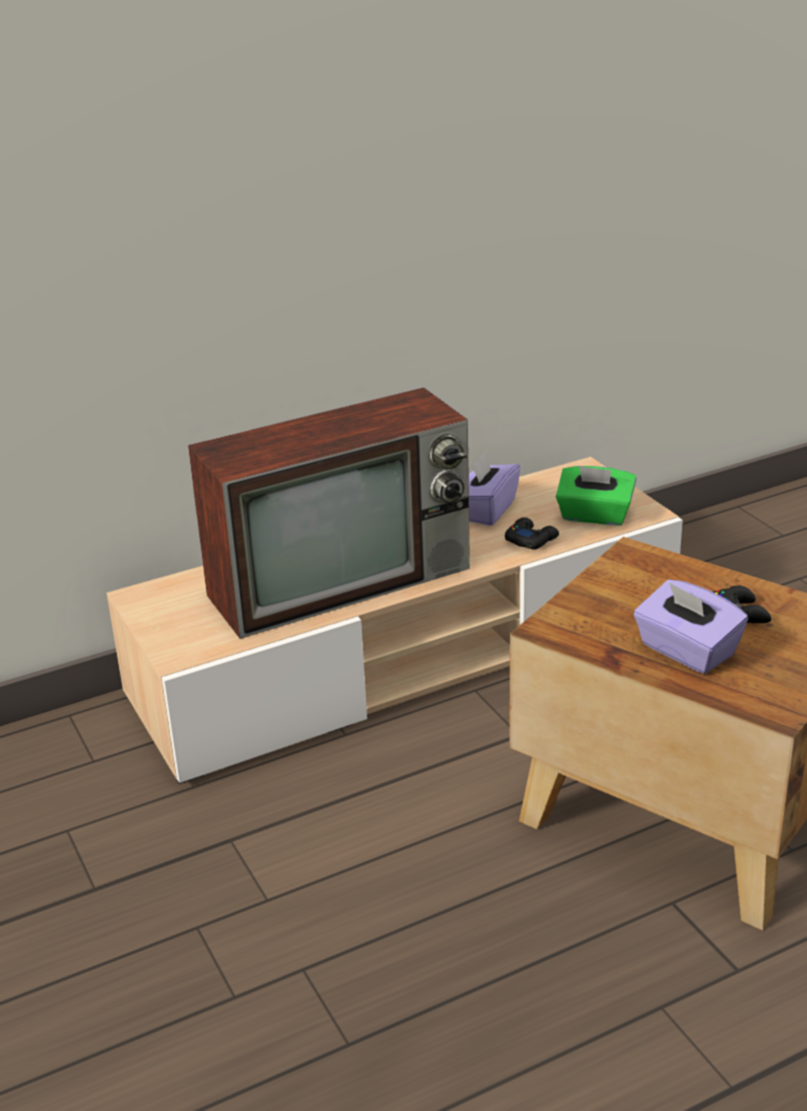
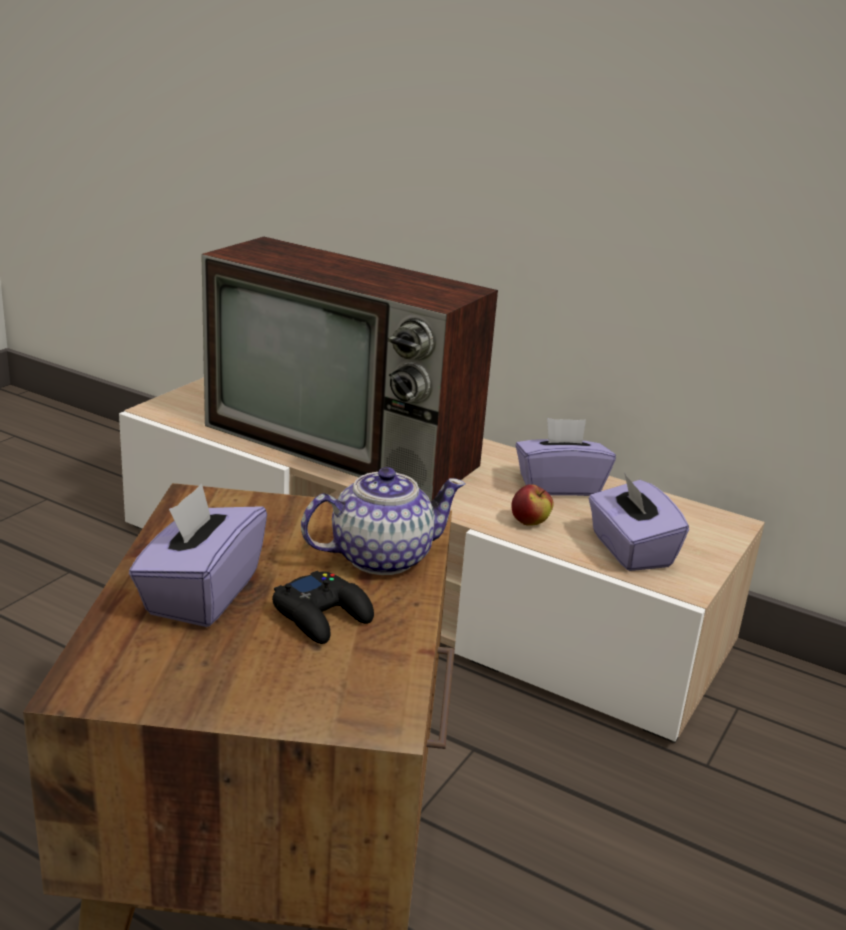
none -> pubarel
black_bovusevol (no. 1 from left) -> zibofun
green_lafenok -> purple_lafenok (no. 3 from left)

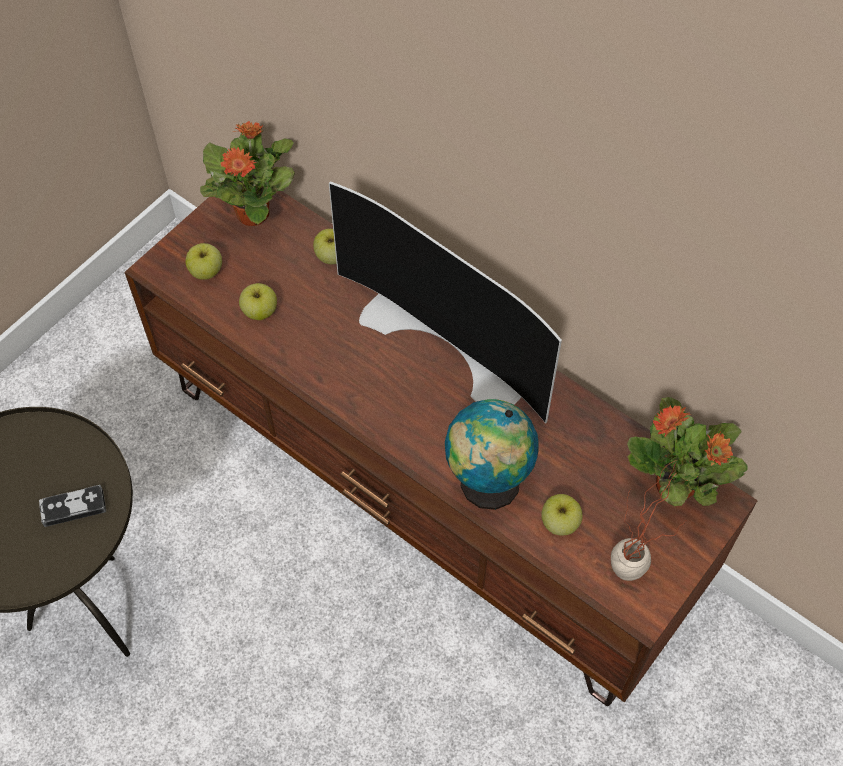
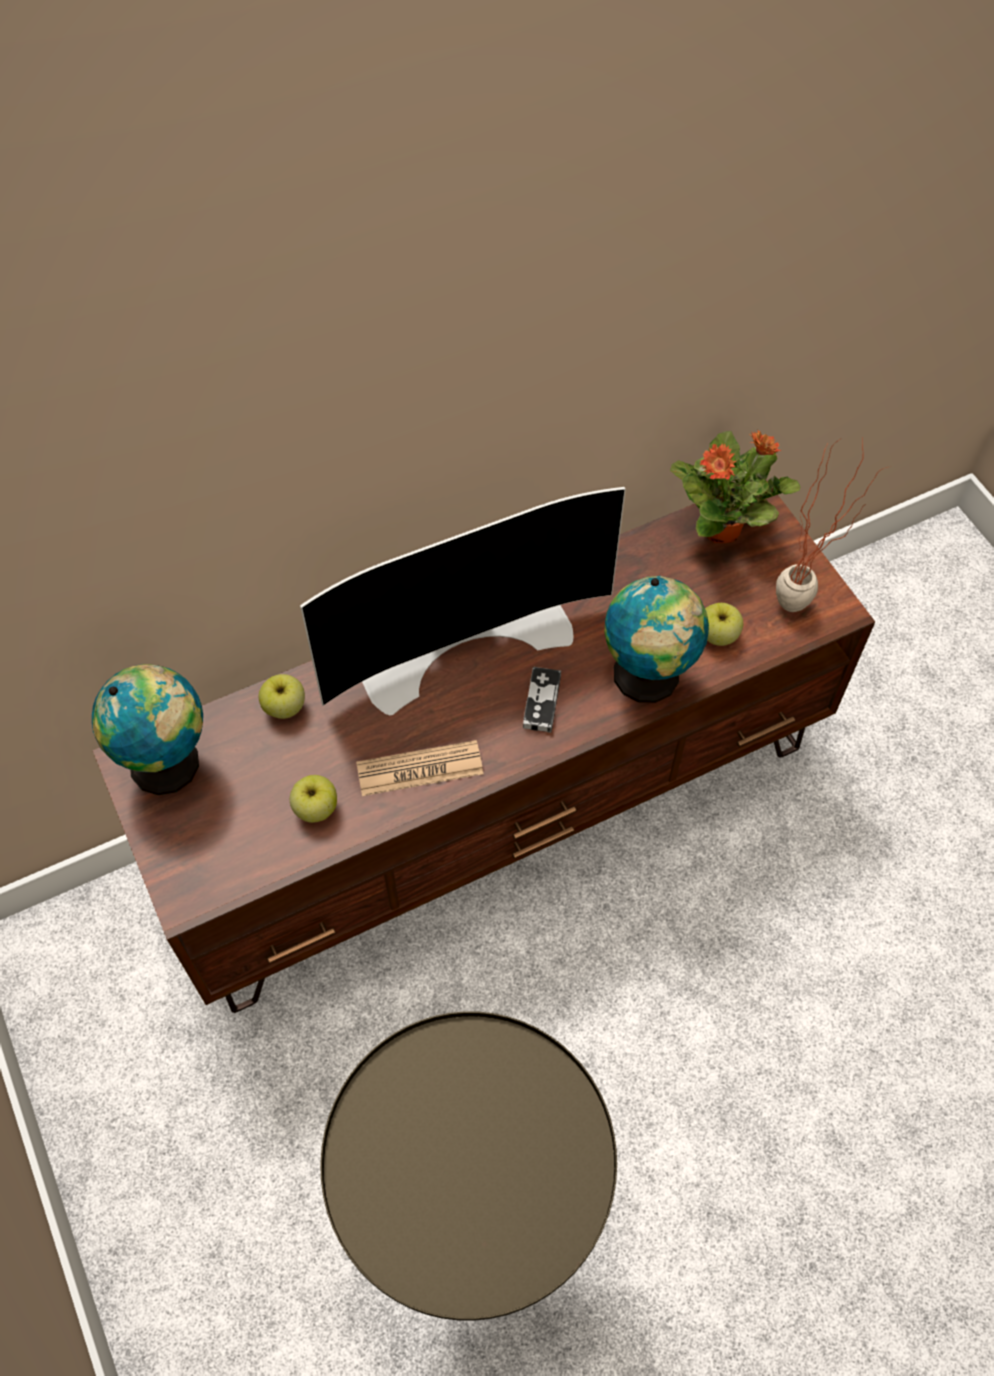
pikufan (no. 1 from left) -> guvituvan (no. 1 from left)
none -> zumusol
bovusevol, shifted
zibofun (no. 1 from left) -> none

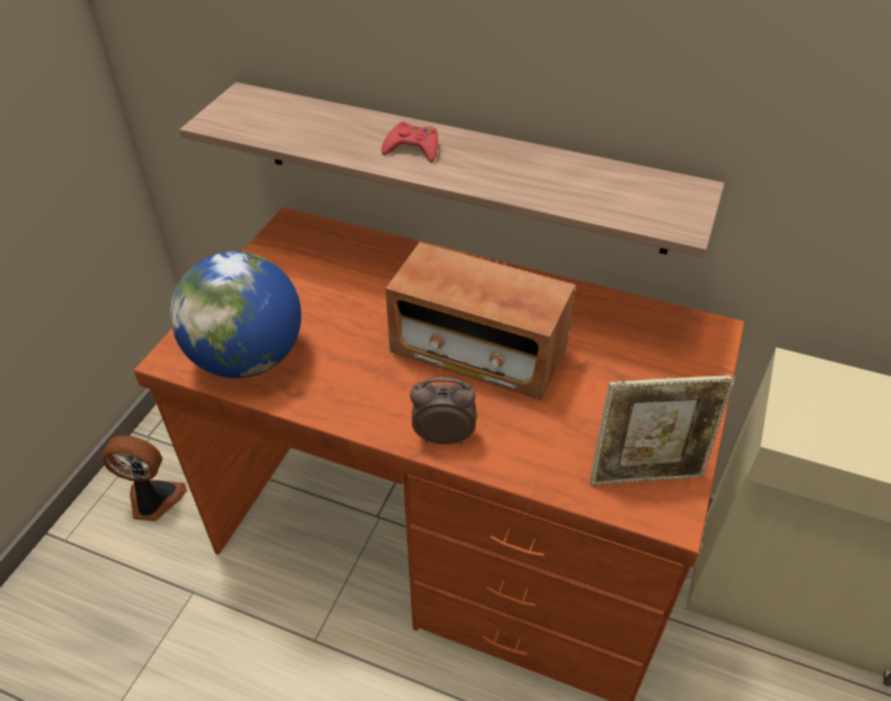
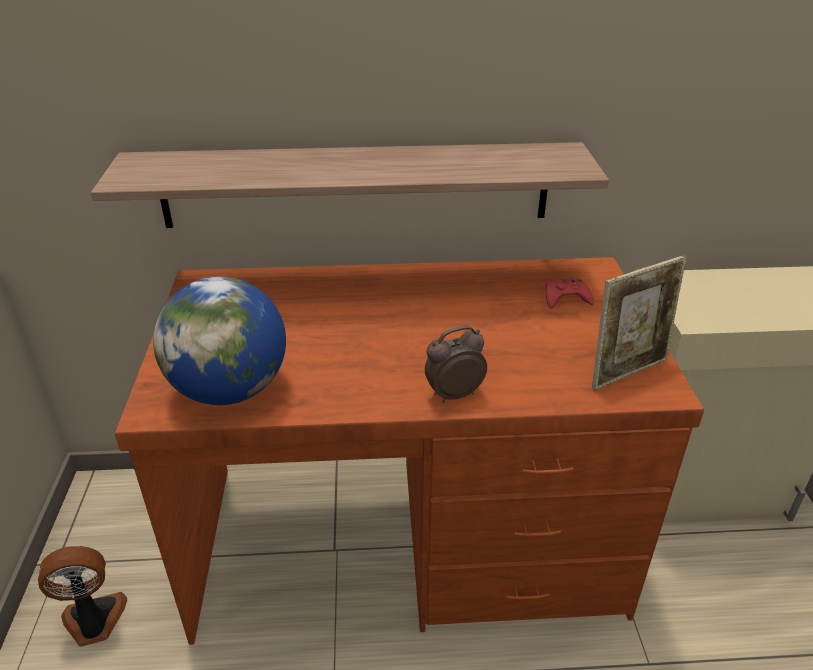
red_bovusevol, shifted
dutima -> none

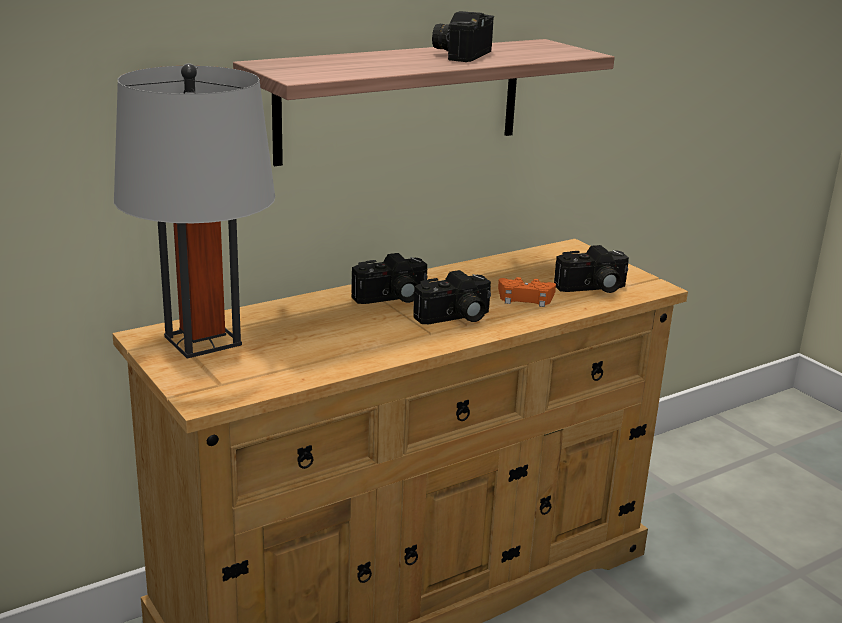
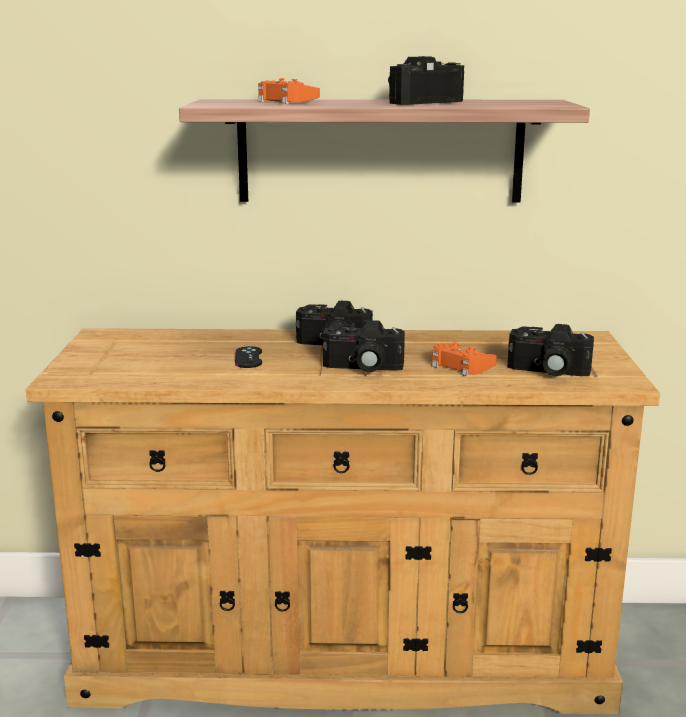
none -> black_bovusevol
none -> orange_bovusevol (no. 1 from left)
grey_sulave -> none

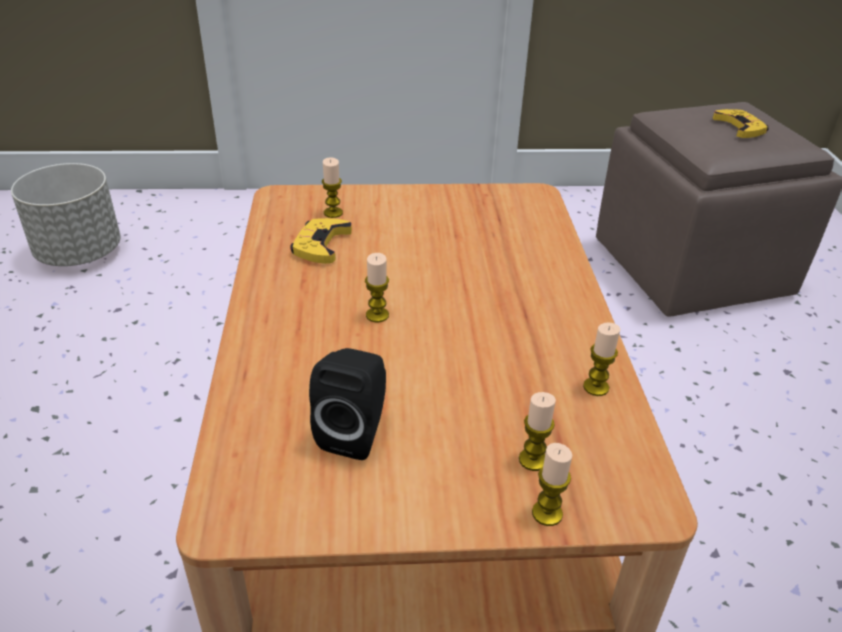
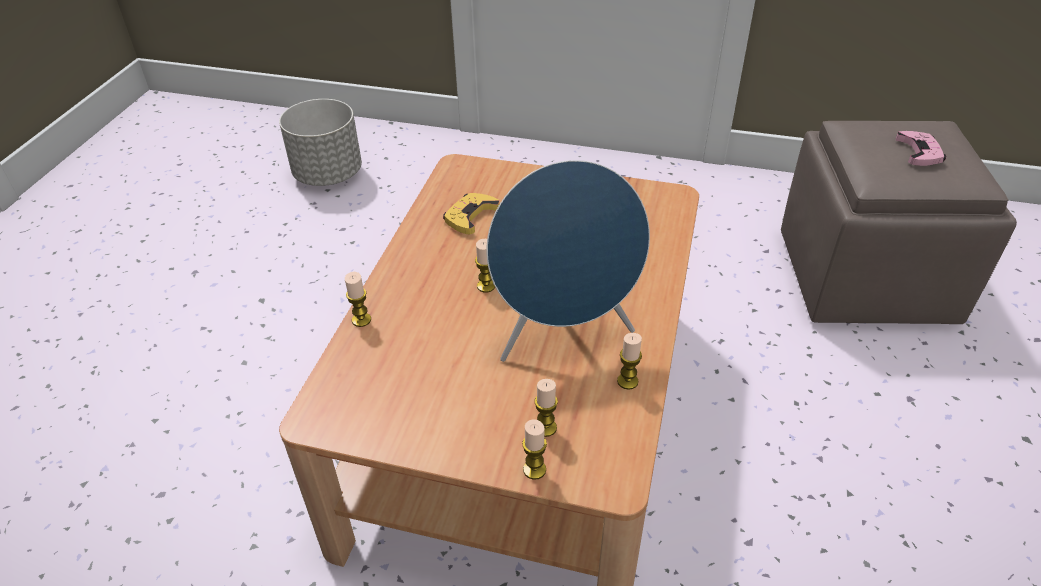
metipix (no. 1 from left), shifted
none -> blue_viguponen
yellow_bovusevol (no. 2 from left) -> pink_bovusevol
black_viguponen -> none

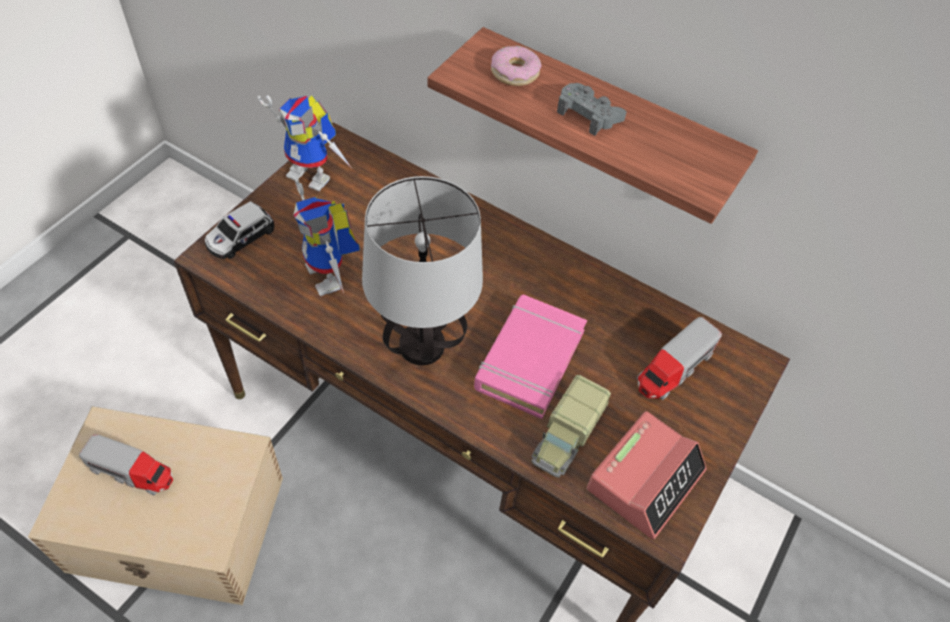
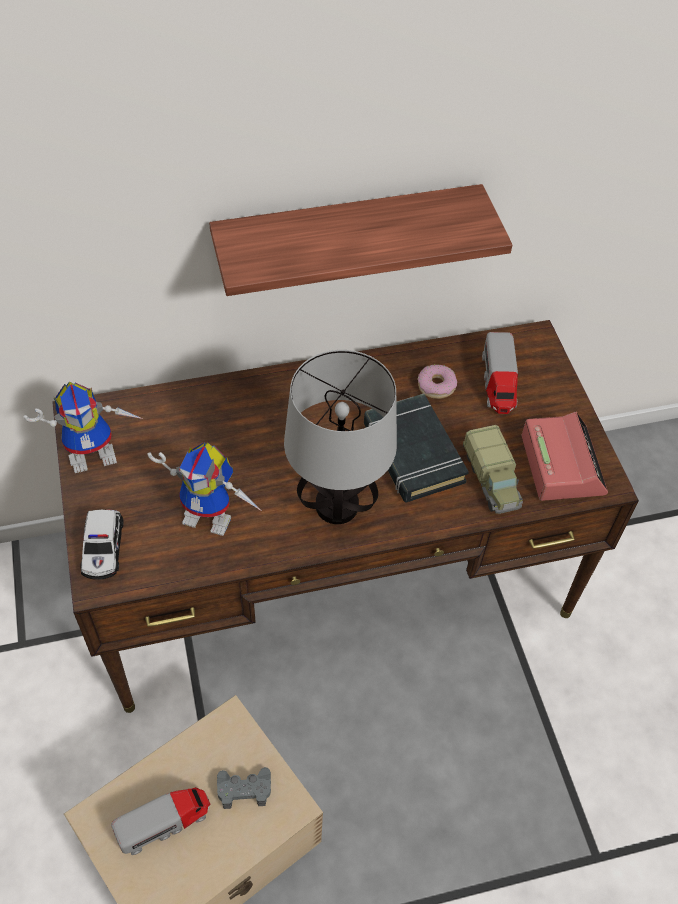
grey_bovusevol, shifted
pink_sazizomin -> black_sazizomin
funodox, shifted

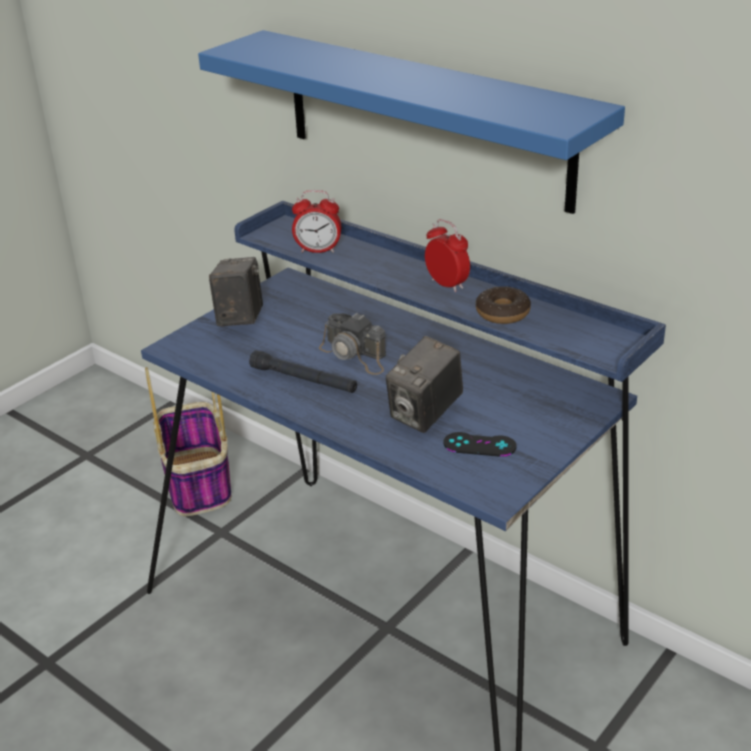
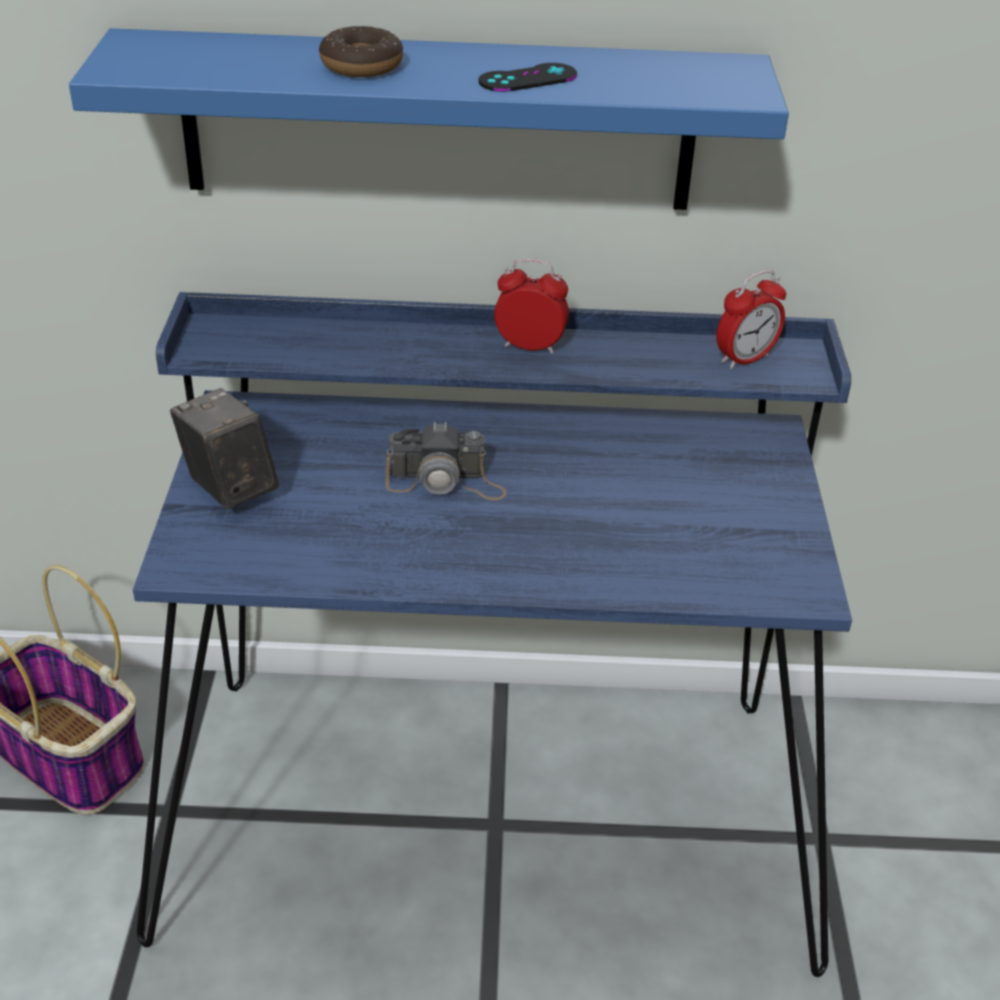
funodox, shifted
black_bovusevol, shifted
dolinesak (no. 1 from left in the first image) -> dolinesak (no. 2 from left), shifted
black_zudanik -> none
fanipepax (no. 3 from left) -> none

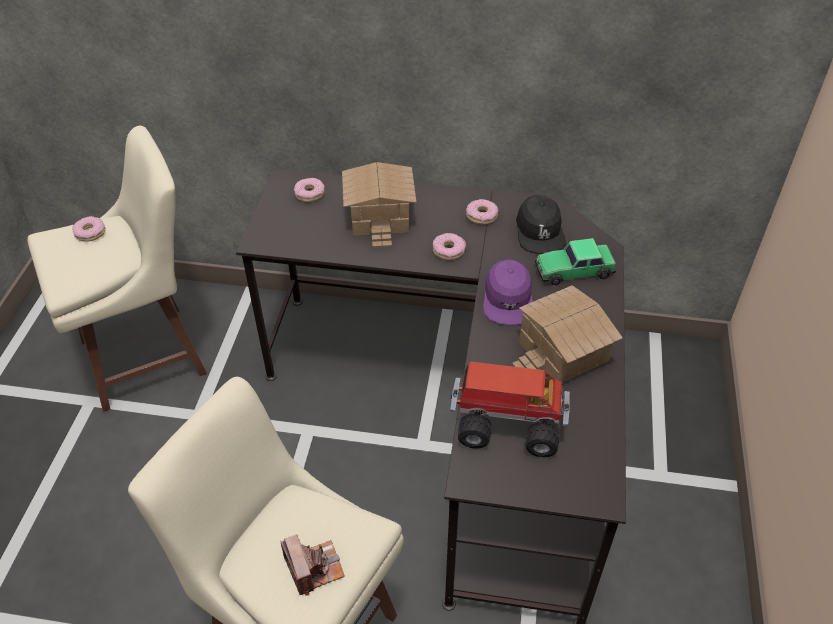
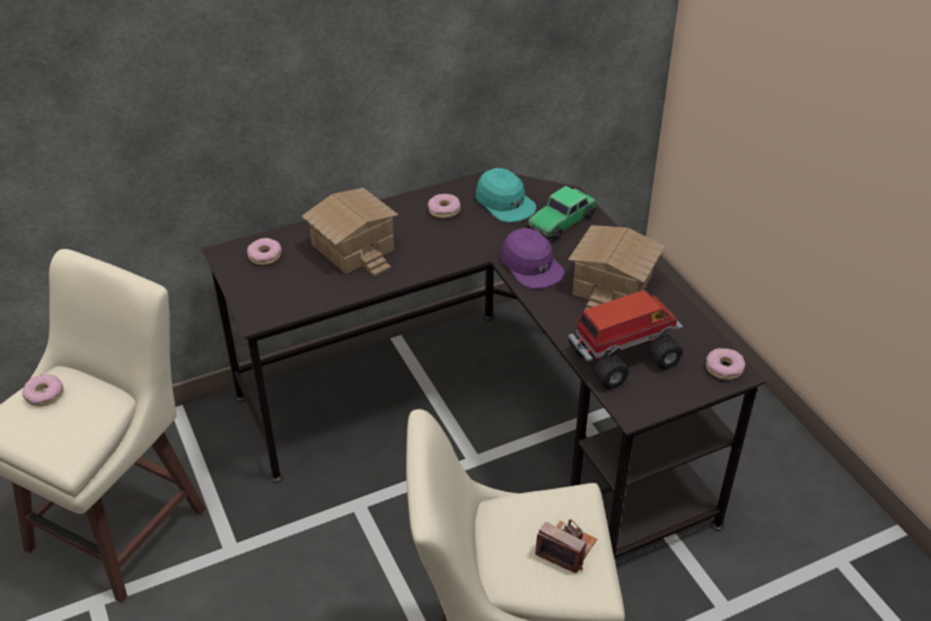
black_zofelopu -> turquoise_zofelopu
funodox (no. 3 from left in the first image) -> funodox (no. 4 from left), shifted

